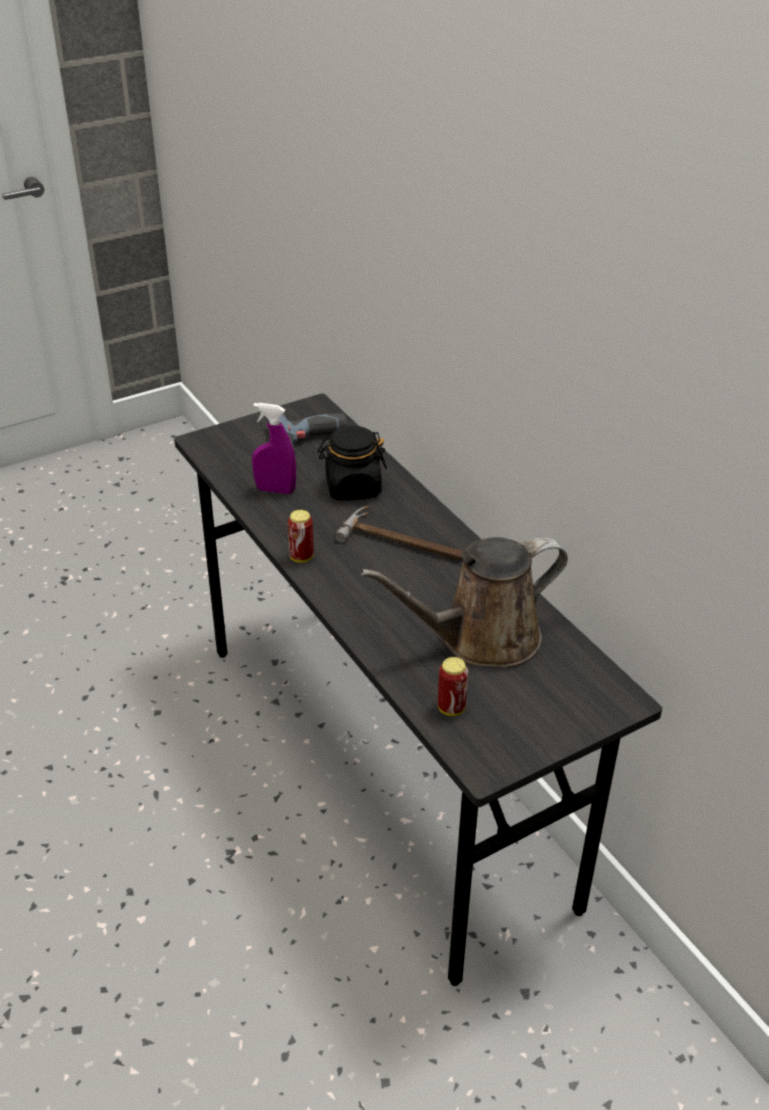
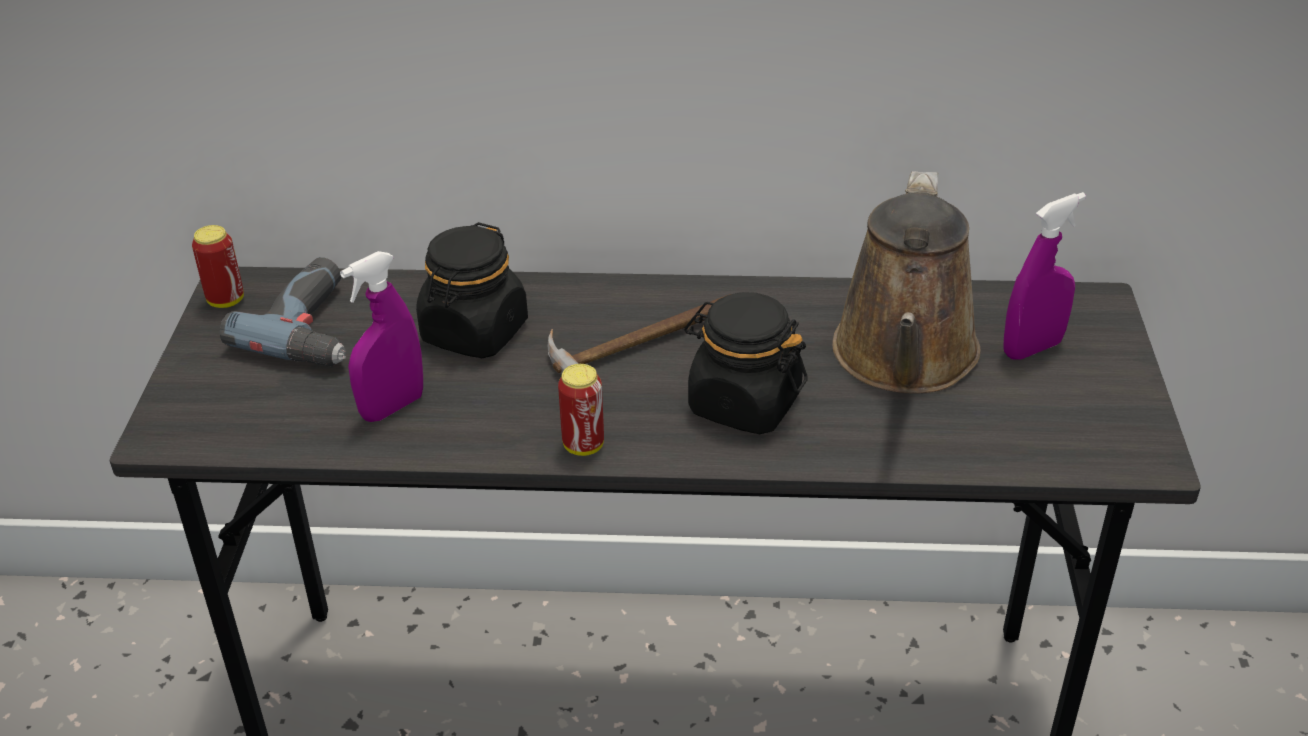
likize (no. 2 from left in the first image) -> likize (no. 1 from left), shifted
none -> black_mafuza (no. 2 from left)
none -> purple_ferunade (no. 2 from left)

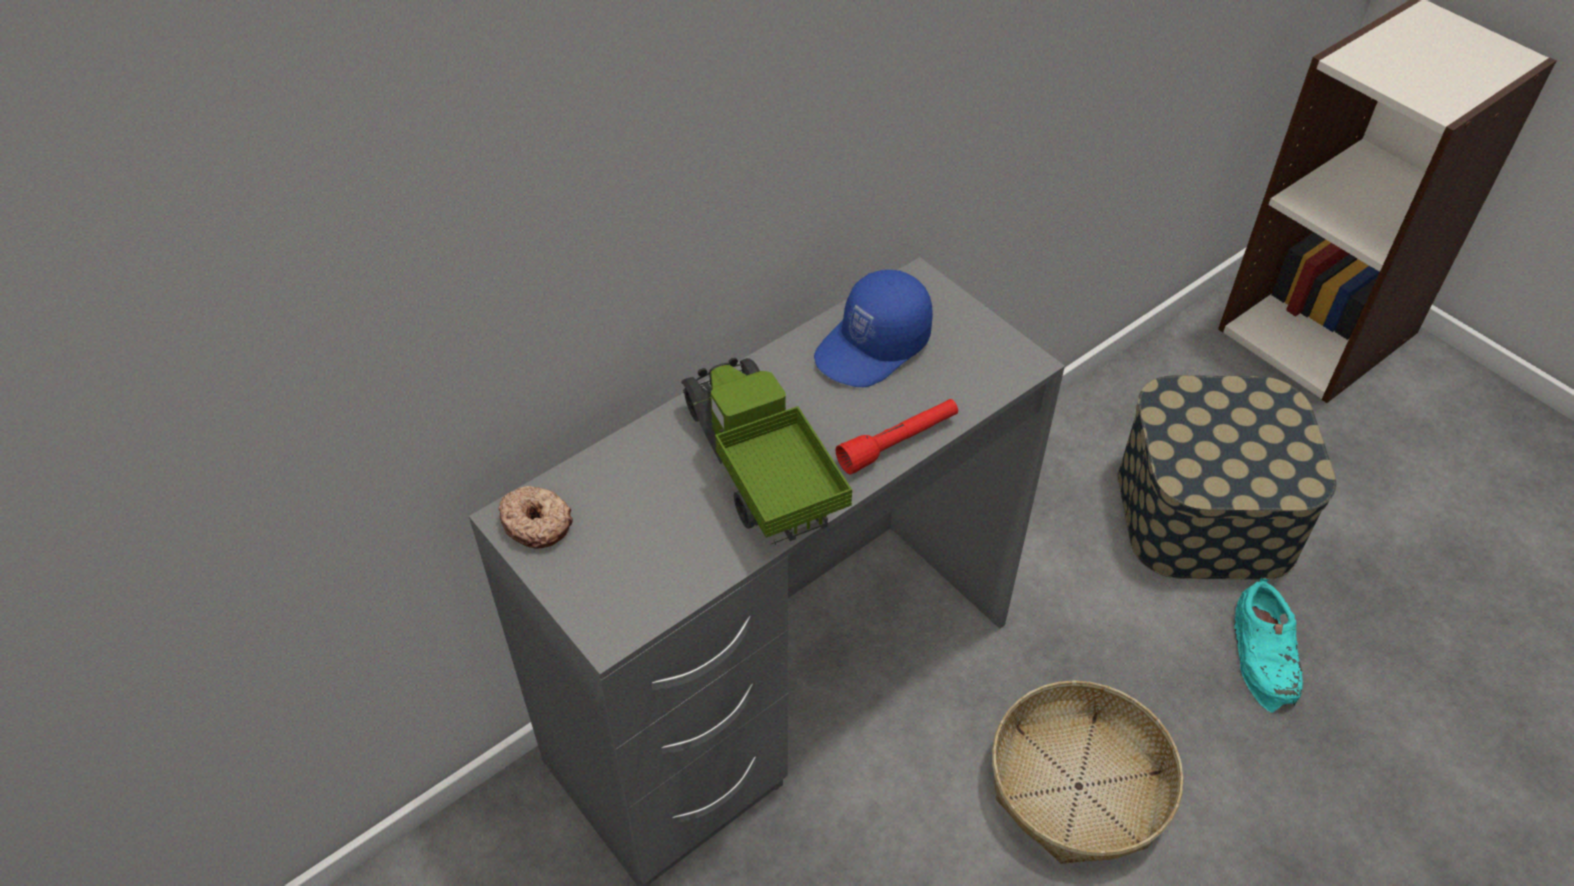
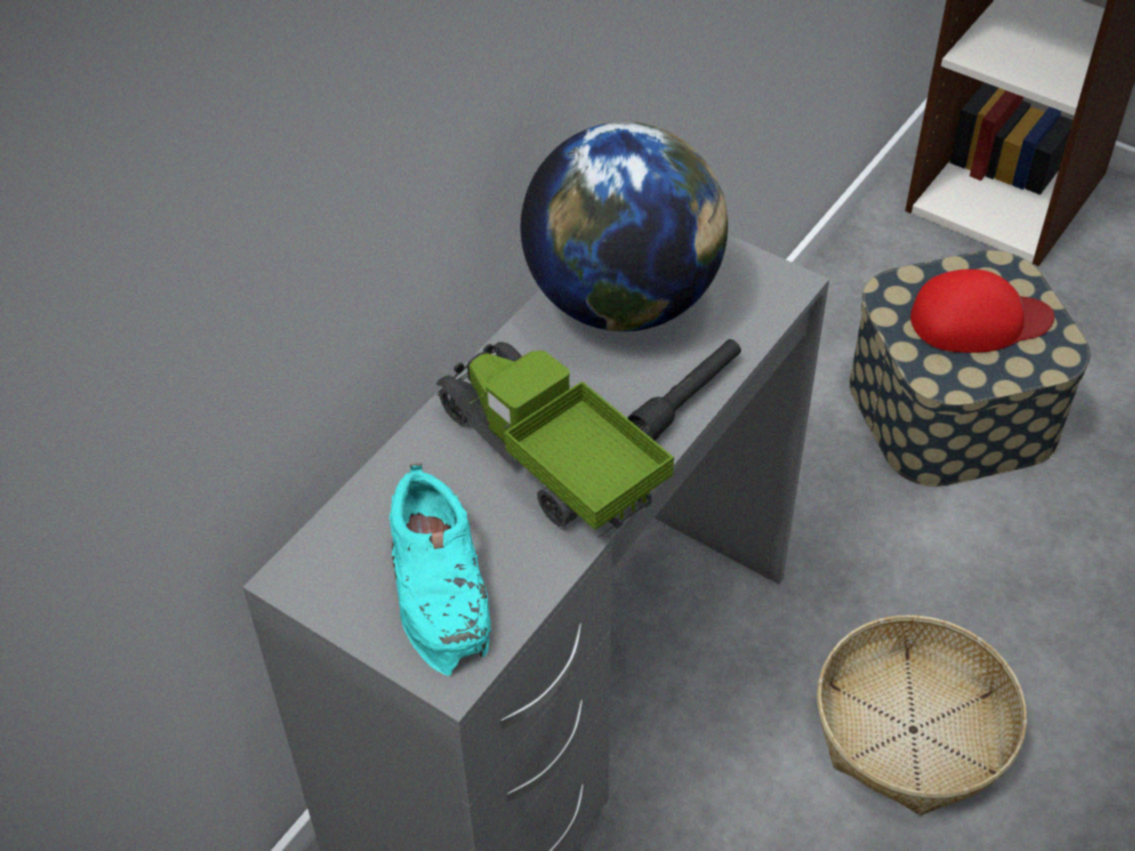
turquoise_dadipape, shifted
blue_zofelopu -> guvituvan
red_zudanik -> black_zudanik
none -> red_zofelopu
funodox -> none

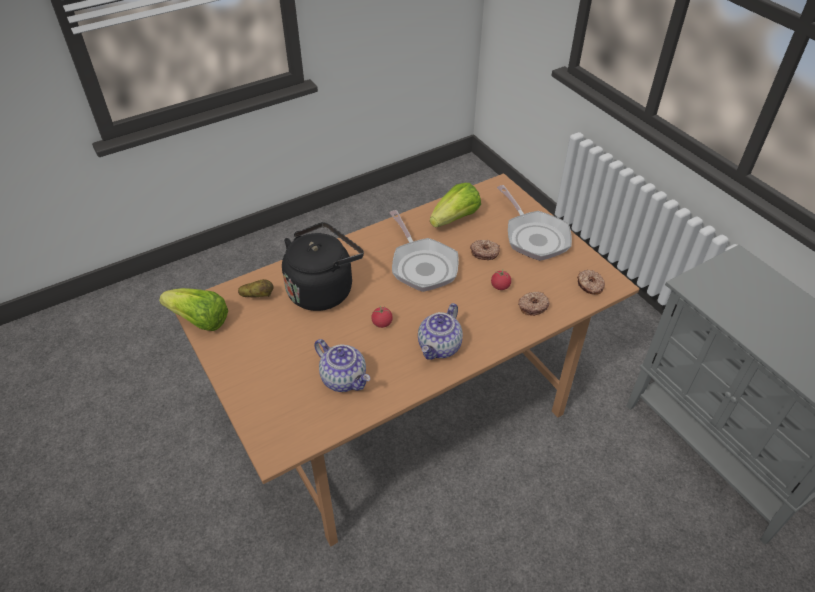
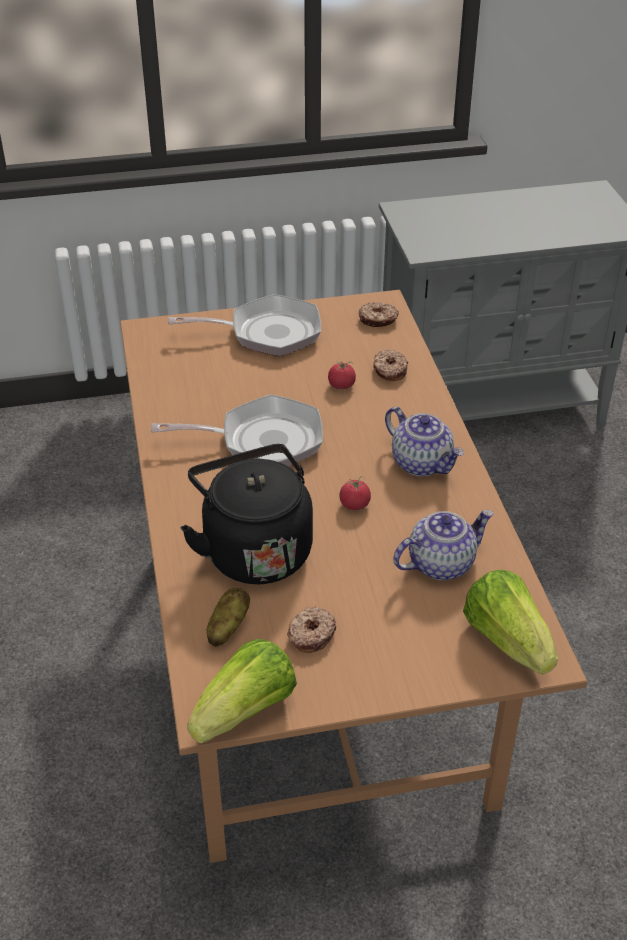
funodox (no. 1 from left), shifted
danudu (no. 2 from left), shifted

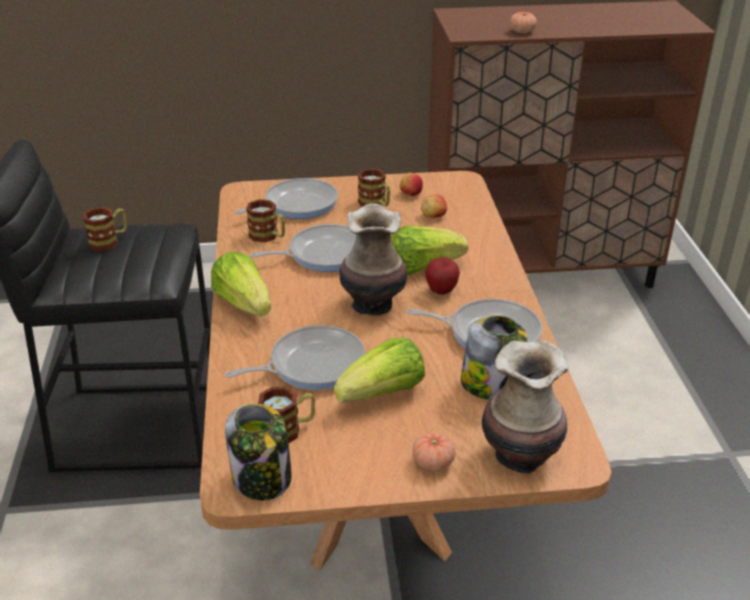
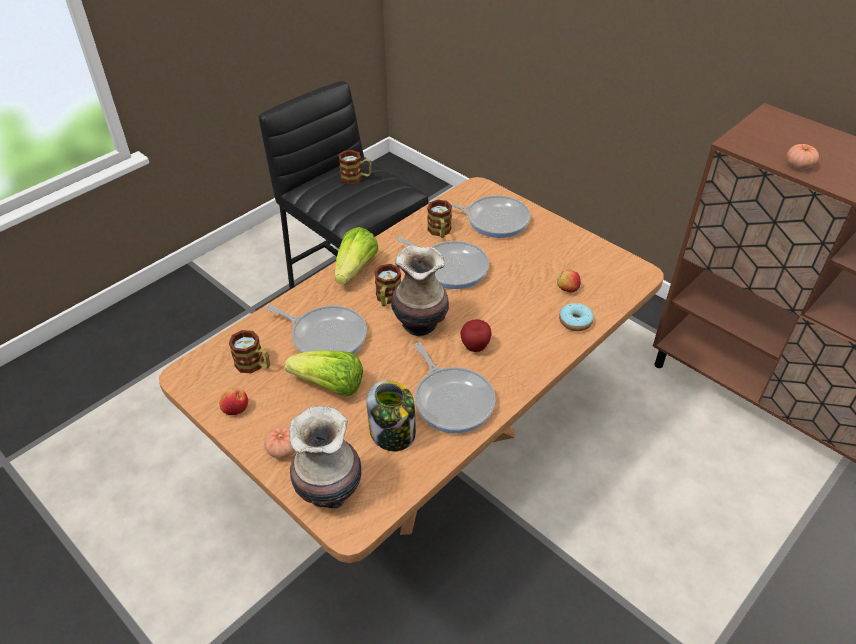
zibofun (no. 1 from left), shifted
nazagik (no. 4 from left in the first image) -> nazagik (no. 3 from left), shifted
none -> funodox
mafuza (no. 1 from left) -> none
danudu (no. 3 from left) -> none

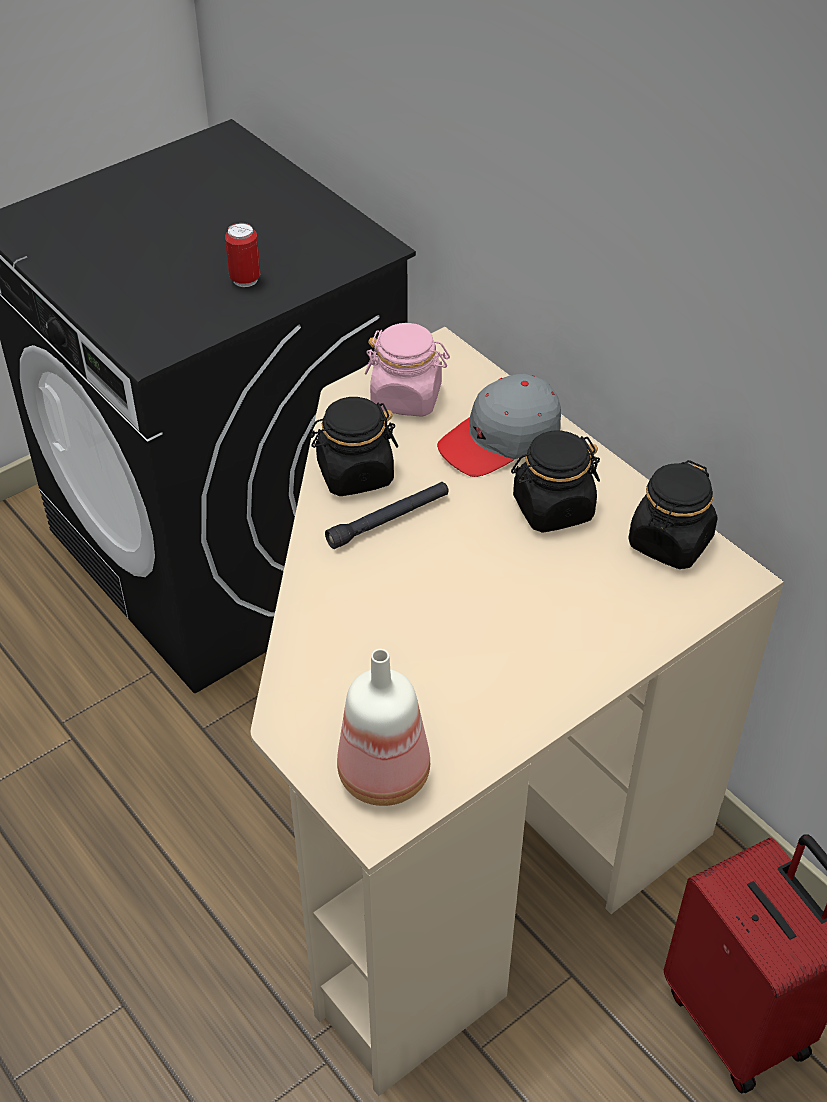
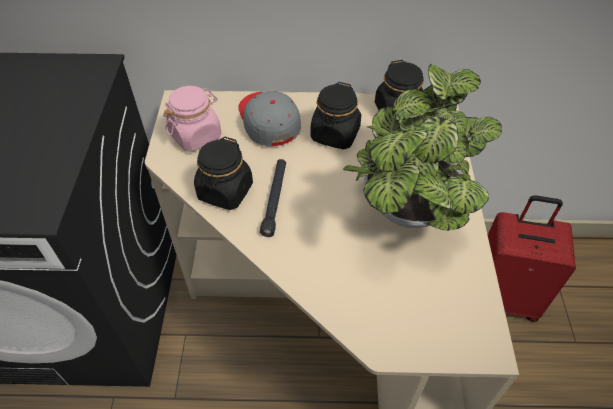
grey_zofelopu, 150 degrees clockwise
none -> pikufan
likize -> none
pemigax -> none

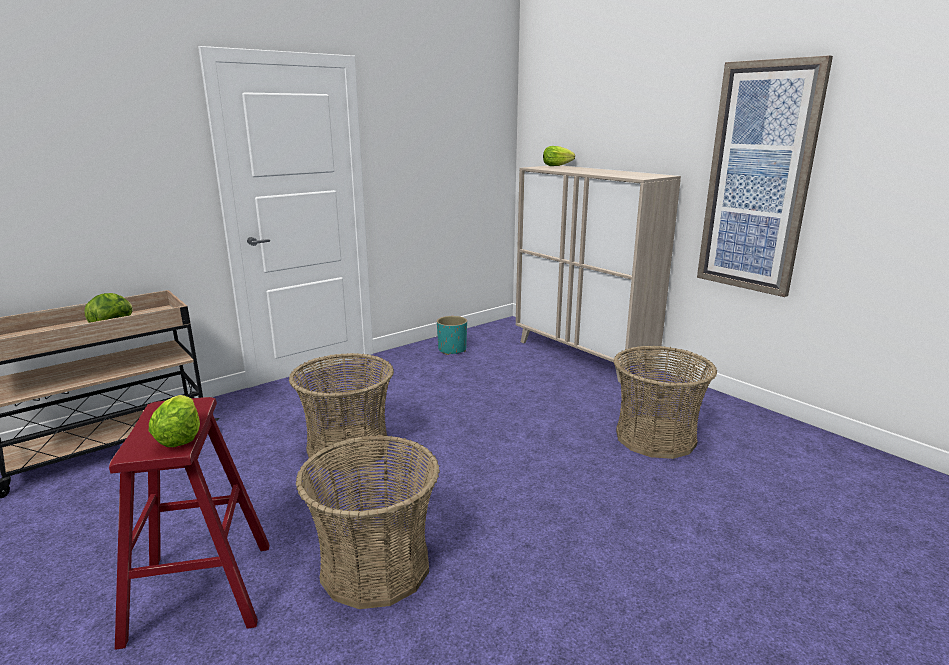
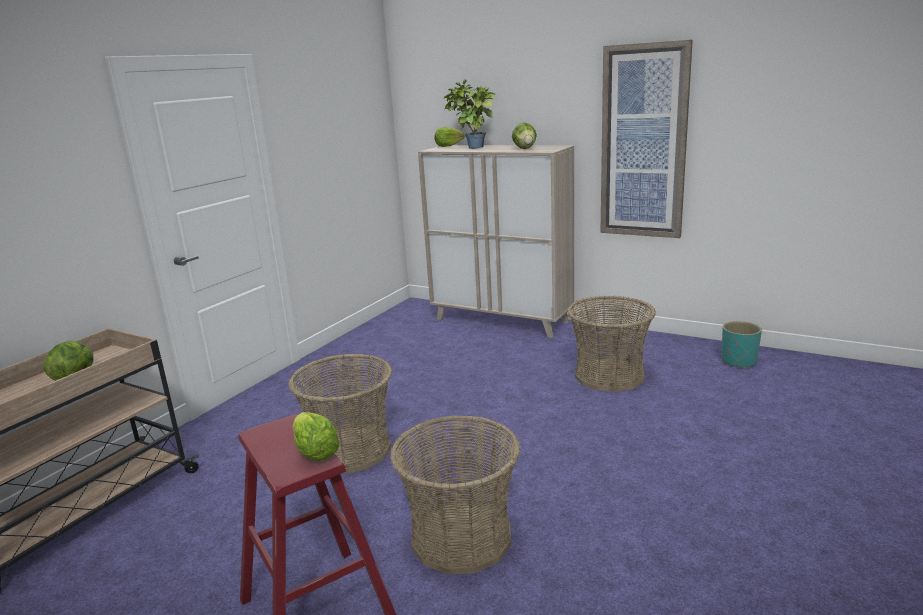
none -> pikufan
none -> danudu (no. 4 from left)
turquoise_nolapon, shifted

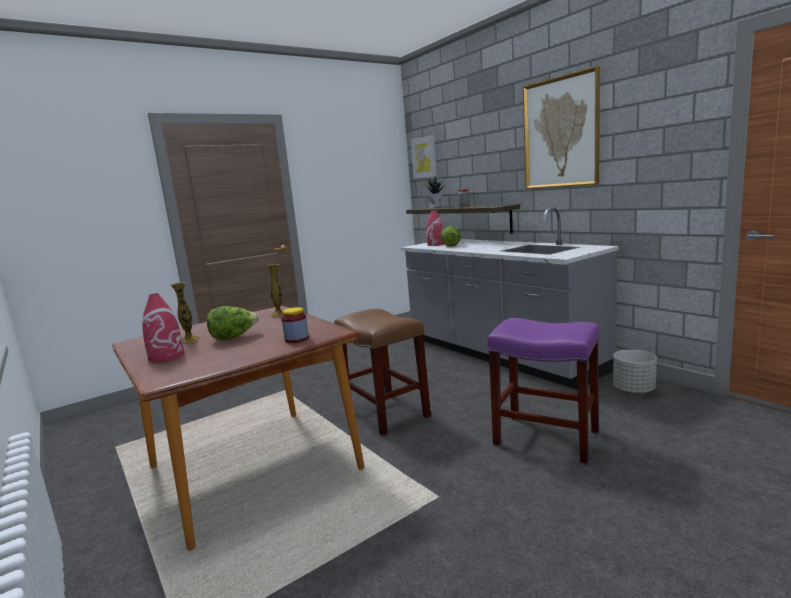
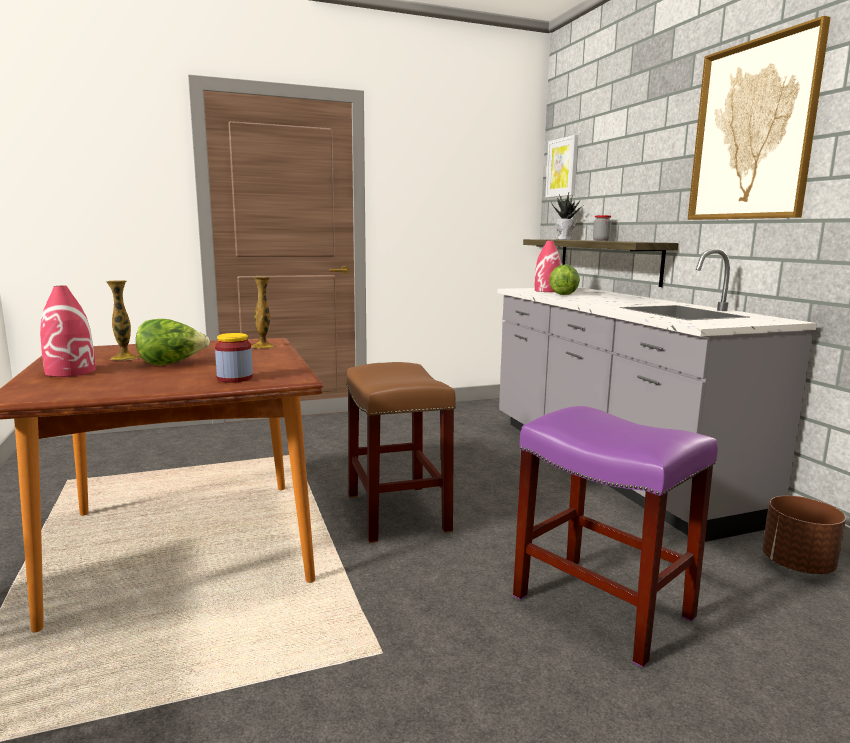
grey_nolapon -> brown_nolapon

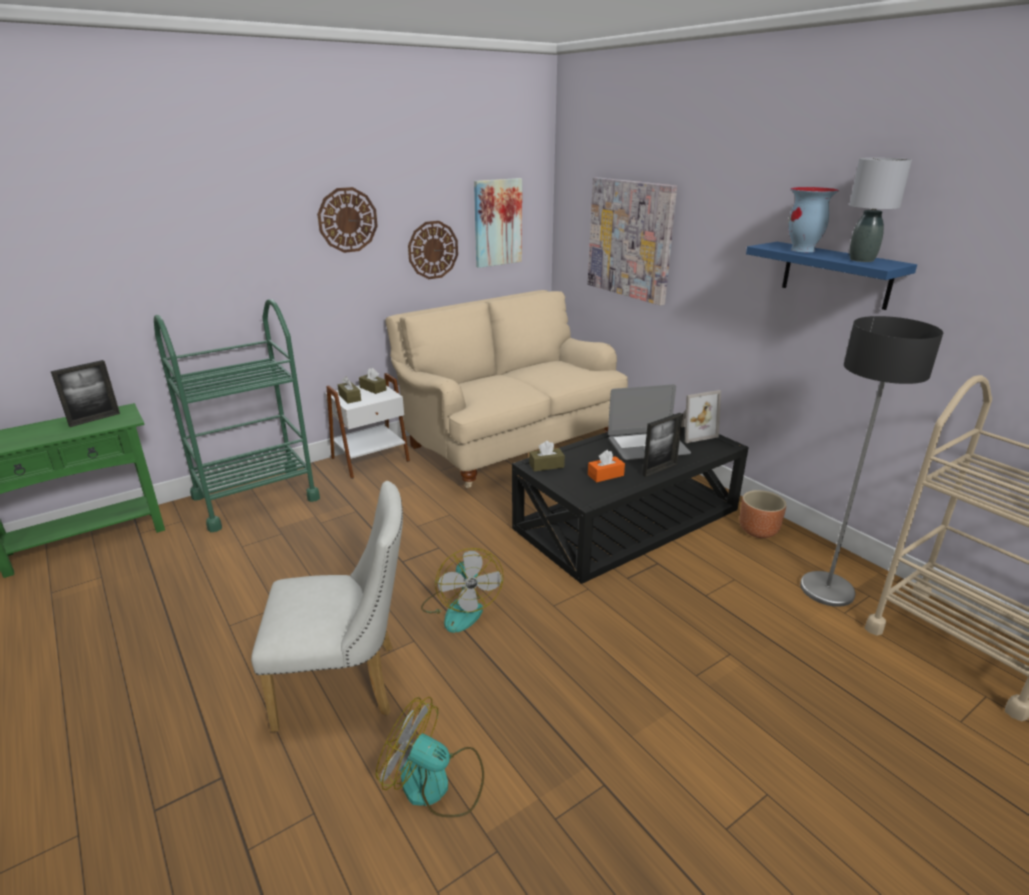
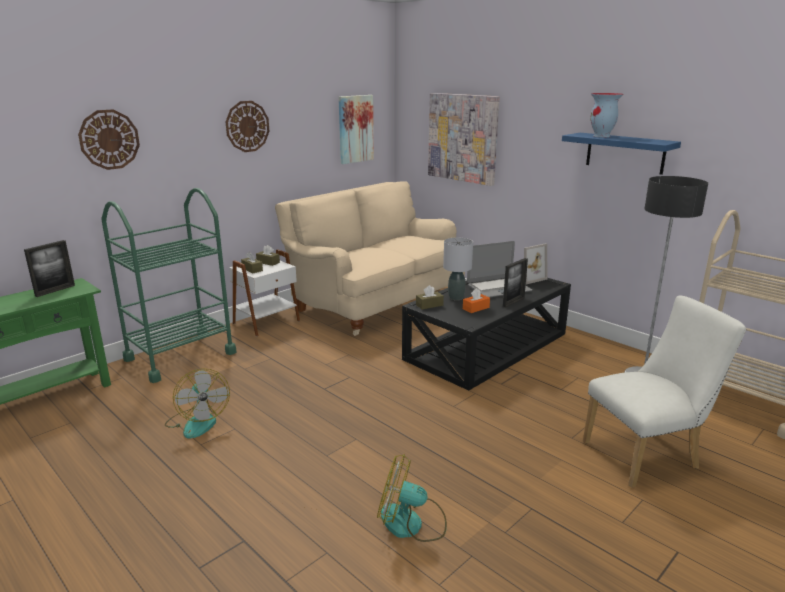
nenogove (no. 2 from left in the first image) -> nenogove (no. 1 from left), shifted
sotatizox (no. 2 from left in the first image) -> sotatizox (no. 1 from left), shifted
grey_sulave, shifted
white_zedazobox, shifted
brown_nolapon -> none

